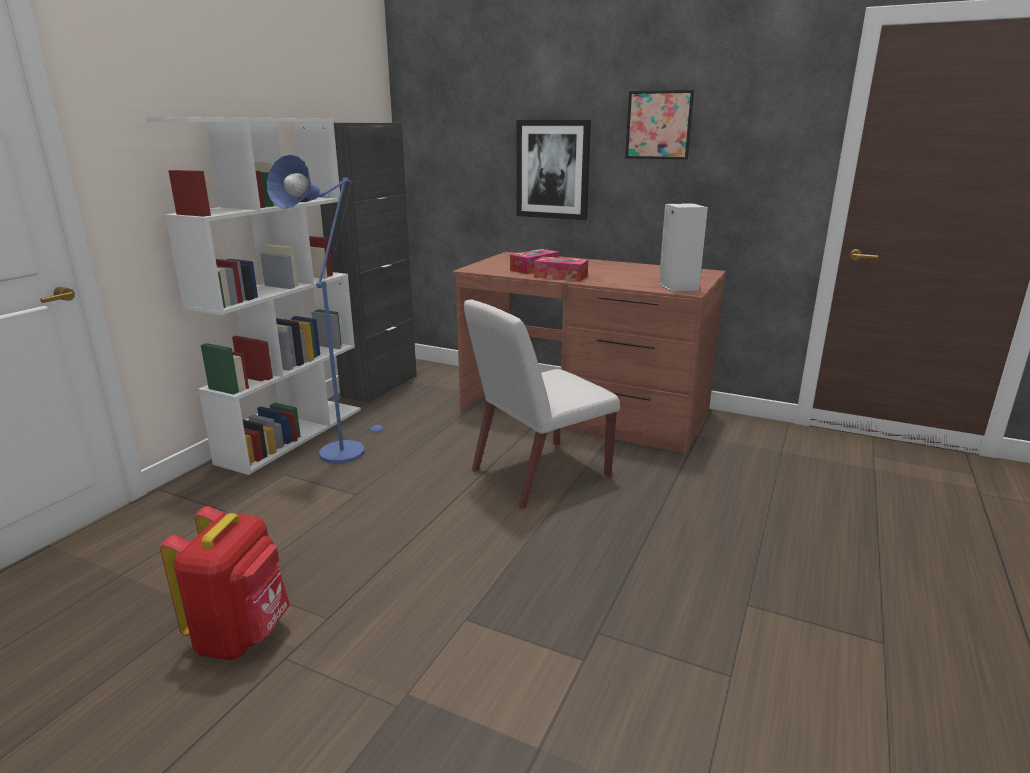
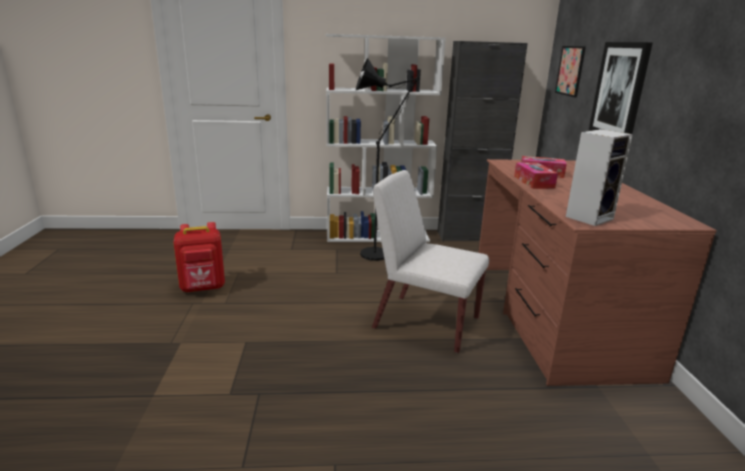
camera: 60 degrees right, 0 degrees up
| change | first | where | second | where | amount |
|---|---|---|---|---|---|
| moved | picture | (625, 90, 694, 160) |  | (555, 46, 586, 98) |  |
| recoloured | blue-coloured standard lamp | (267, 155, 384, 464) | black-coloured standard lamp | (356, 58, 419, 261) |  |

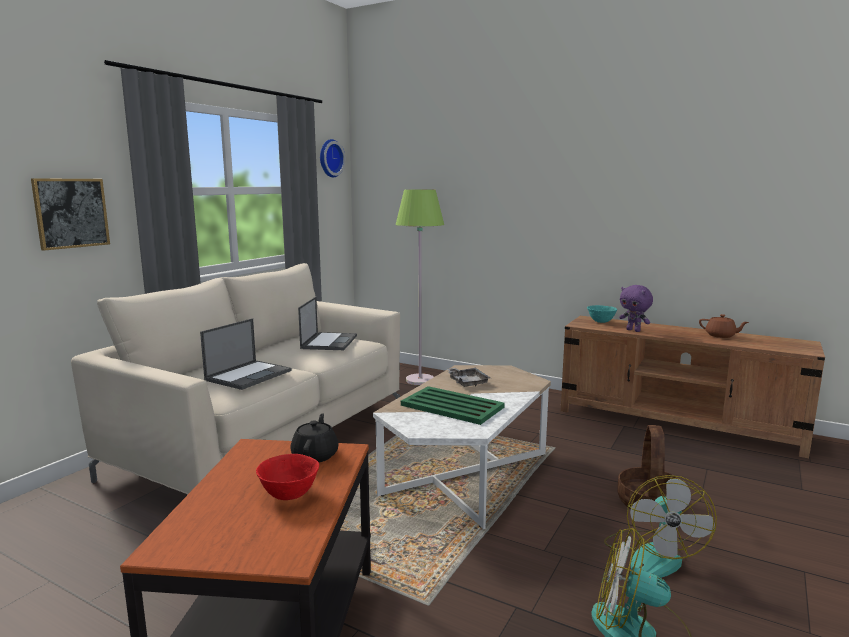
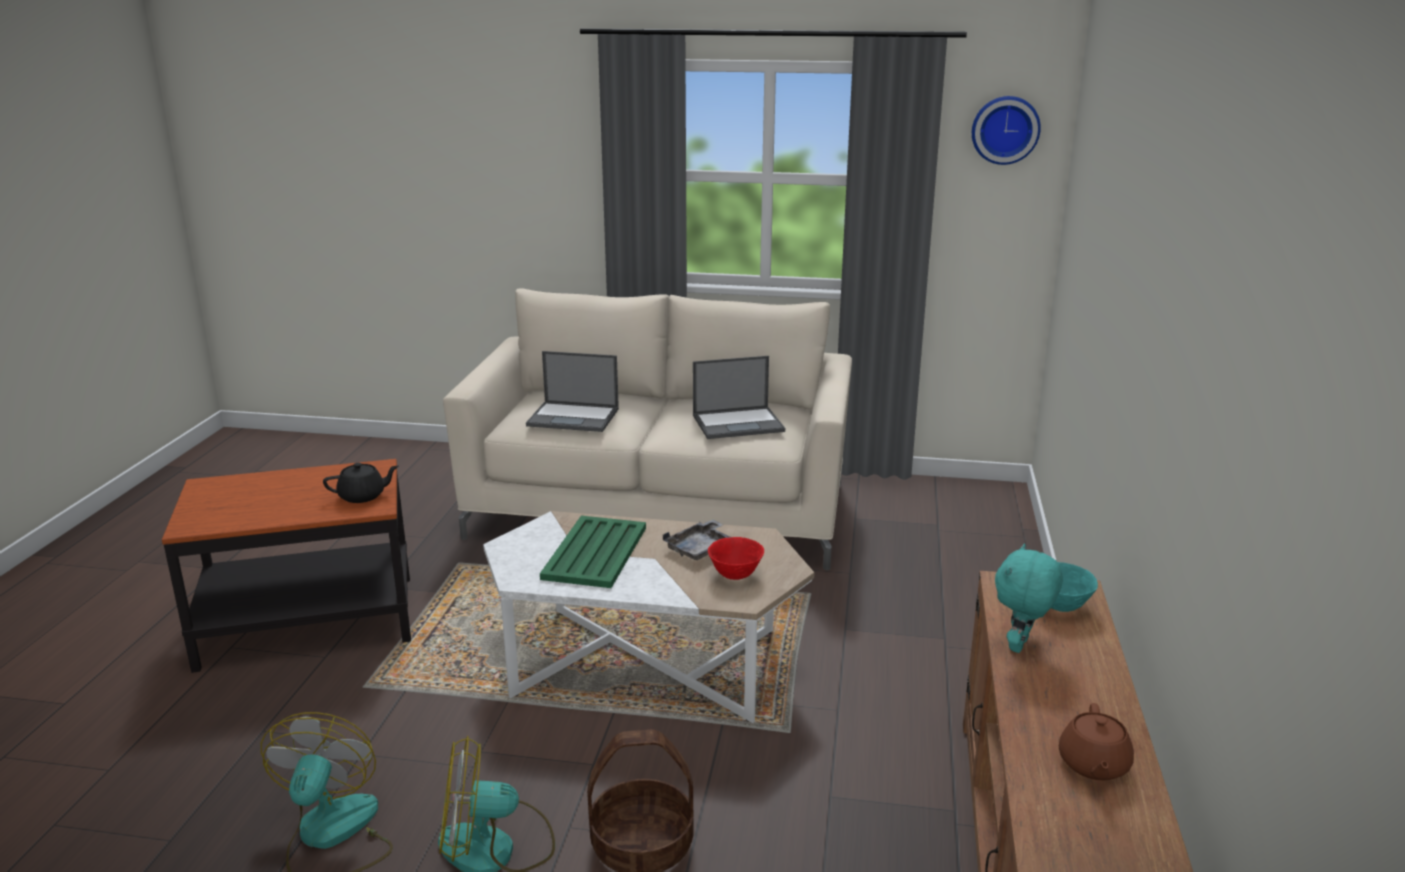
camera: 70 degrees right, 10 degrees up
| change | first | where | second | where | amount |
|---|---|---|---|---|---|
| removed | picture | (31, 178, 110, 251) |  |  |  |
| removed | green-coloured standard lamp | (396, 189, 444, 385) |  |  |  |
| moved | red bowl | (256, 454, 319, 500) |  | (708, 537, 764, 580) |  |
| recoloured | purple plush toy | (619, 285, 653, 332) | turquoise-coloured plush toy | (995, 544, 1063, 653) |  |

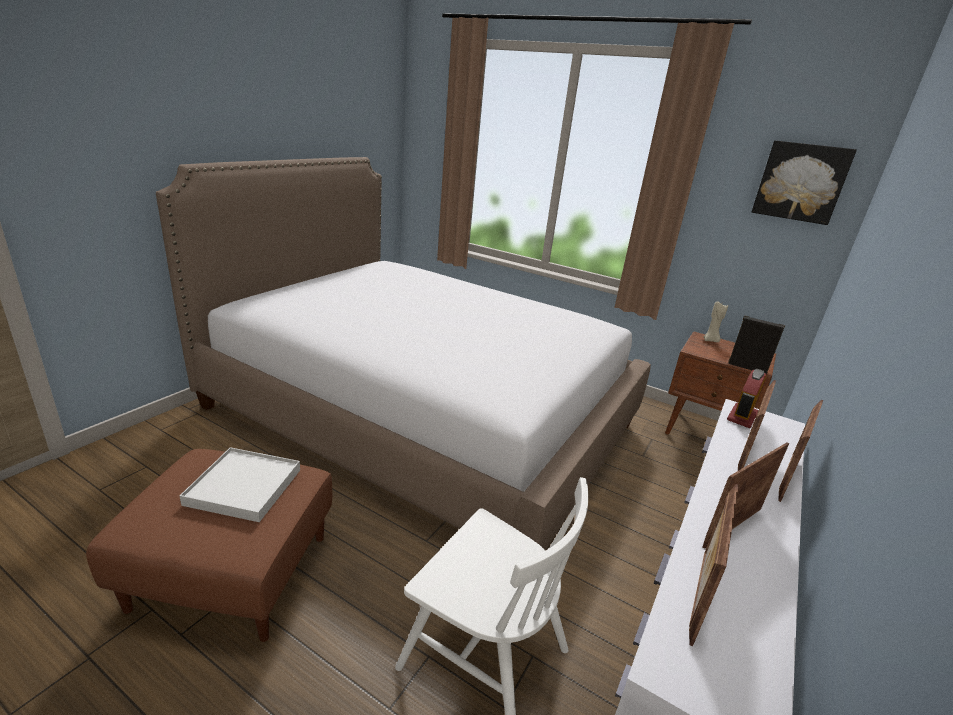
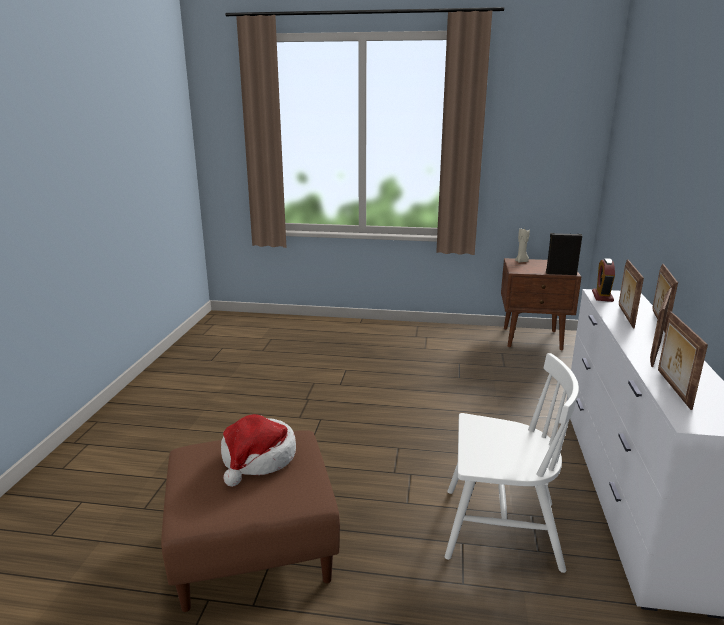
camera: 20 degrees left, 5 degrees down
| change | first | where | second | where | amount |
|---|---|---|---|---|---|
| removed | bedroom bed | (156, 157, 651, 550) |  |  |  |
| removed | picture | (752, 141, 857, 225) |  |  |  |
| replaced | white-coloured serving tray | (180, 447, 300, 522) | clothing hat | (221, 414, 296, 487) |  |

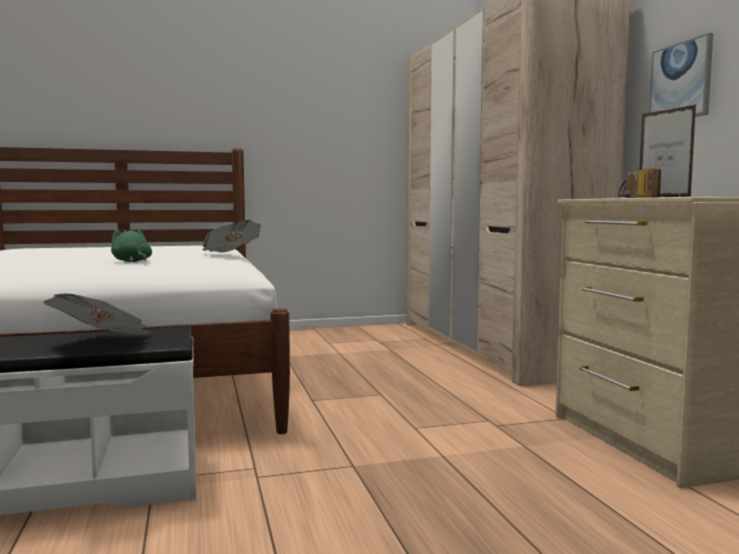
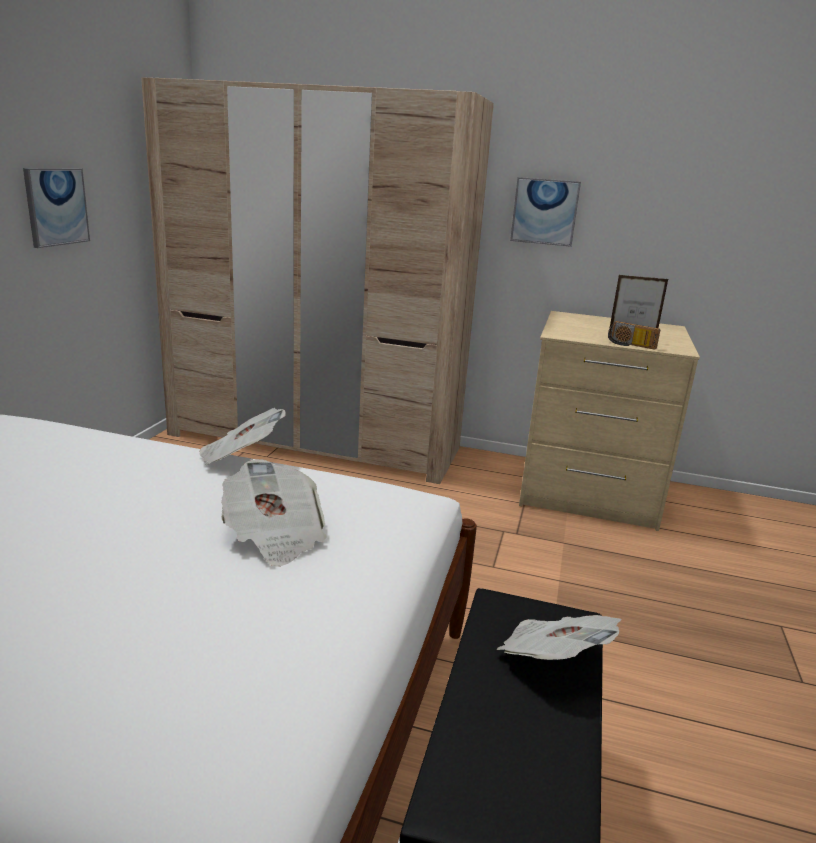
camera: 60 degrees left, 15 degrees up
| change | first | where | second | where | amount |
|---|---|---|---|---|---|
| added |  |  | picture | (23, 168, 90, 248) |  |
| replaced | green-coloured plush toy | (111, 228, 152, 262) | daily paper | (221, 459, 327, 567) |  |

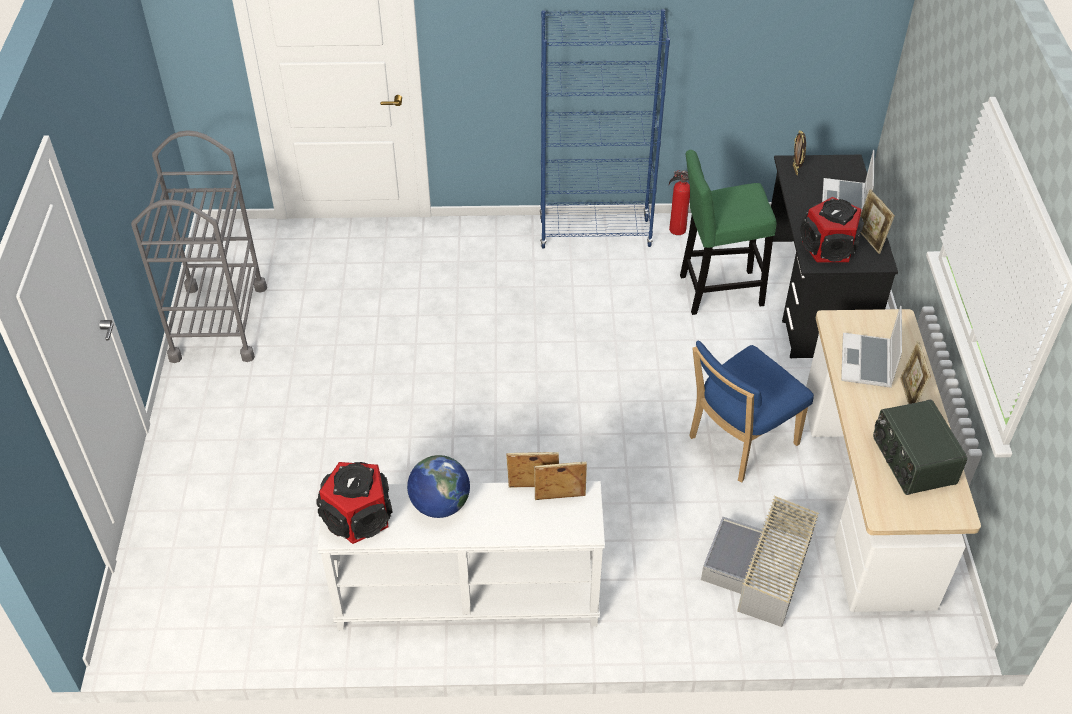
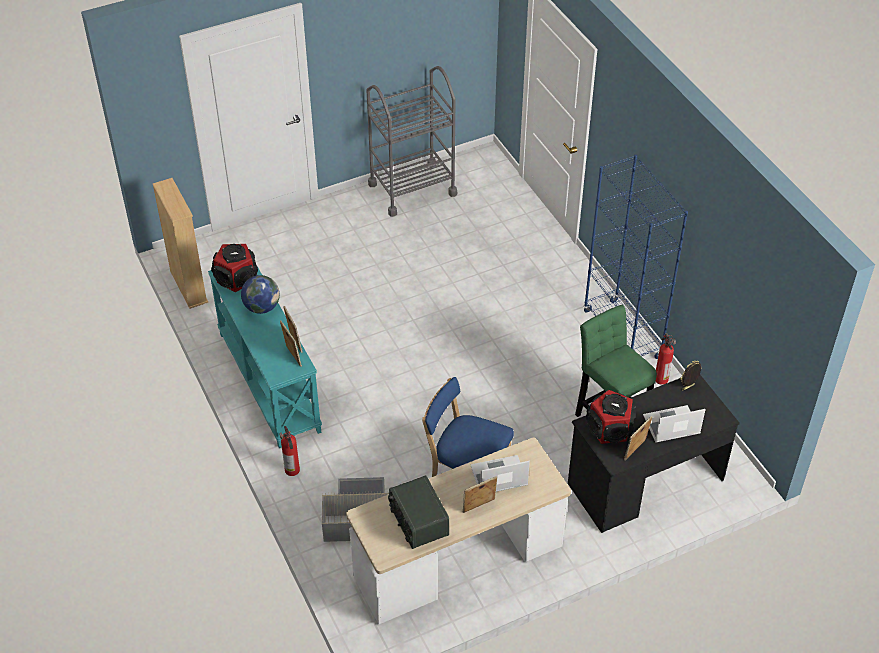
camera: 65 degrees right, 0 degrees up
| change | first | where | second | where | amount |
|---|---|---|---|---|---|
| added |  |  | beige bookshelf | (153, 178, 208, 309) |  |
| added |  |  | fire-fighting cylinder | (279, 426, 300, 476) |  |
| recoloured | white-coloured console table | (317, 481, 605, 631) | turquoise-coloured console table | (208, 266, 322, 448) |  |
| turned | radio | (873, 399, 967, 495) |  | (388, 475, 449, 549) | 75 degrees counterclockwise |

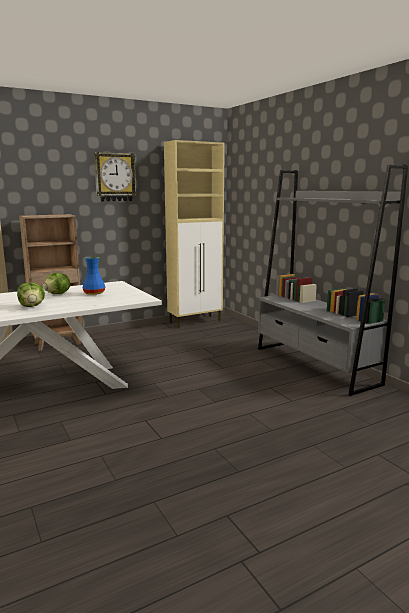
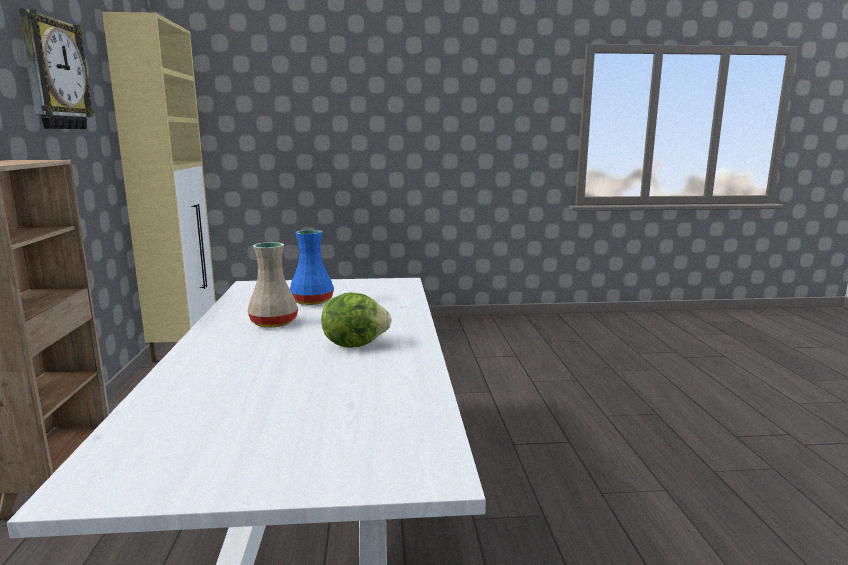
camera: 65 degrees left, 0 degrees up
| change | first | where | second | where | amount |
|---|---|---|---|---|---|
| removed | gray bookshelf | (258, 165, 408, 396) |  |  |  |
| replaced | lettuce | (42, 273, 70, 294) | beige flower vase | (248, 242, 298, 327) |  |

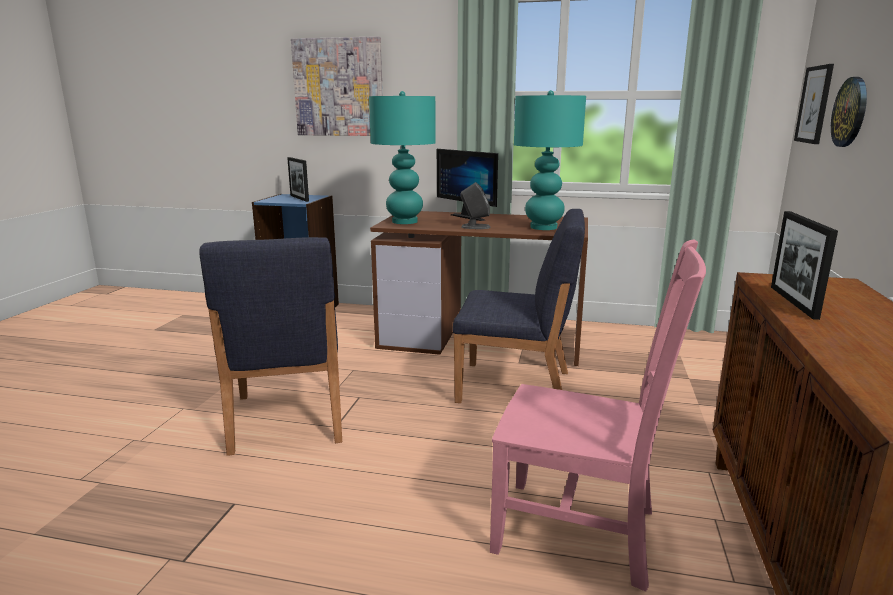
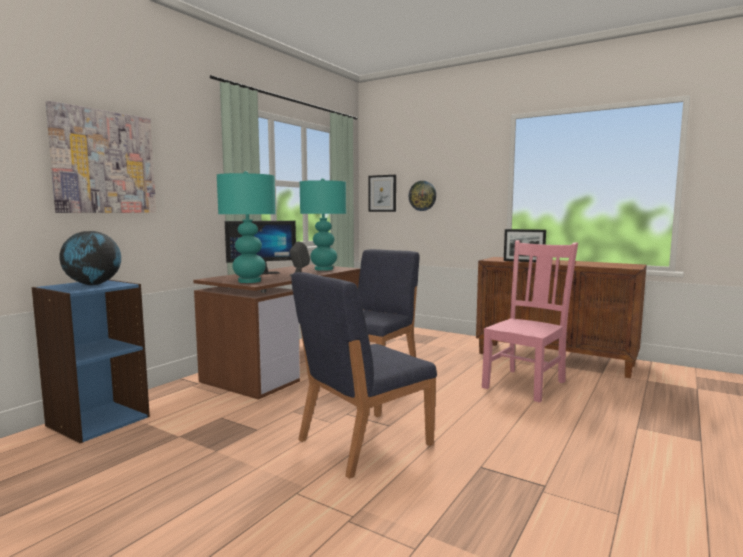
camera: 70 degrees left, 10 degrees down
| change | first | where | second | where | amount |
|---|---|---|---|---|---|
| replaced | photo frame | (287, 157, 309, 202) | globe | (59, 231, 121, 285) |  |
| turned | blue-coloured plain chair | (199, 237, 342, 456) |  | (291, 272, 437, 479) | 135 degrees clockwise |

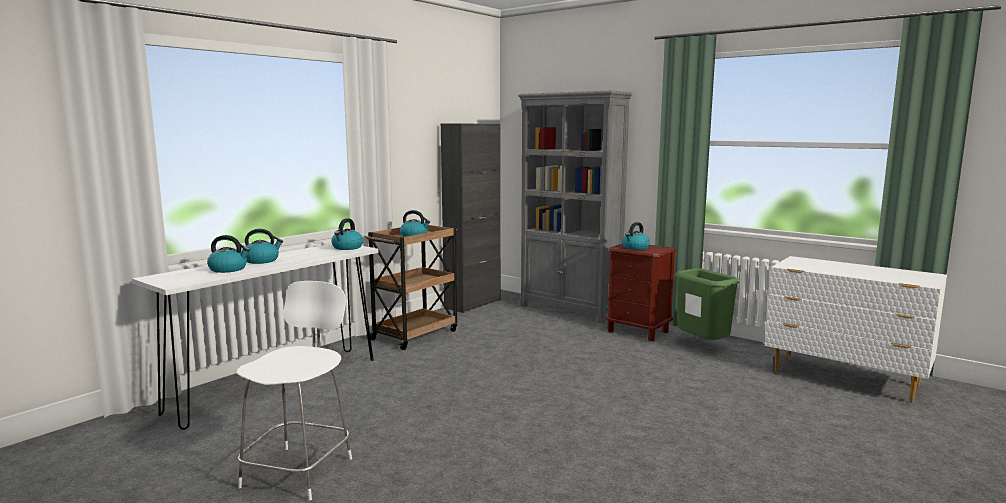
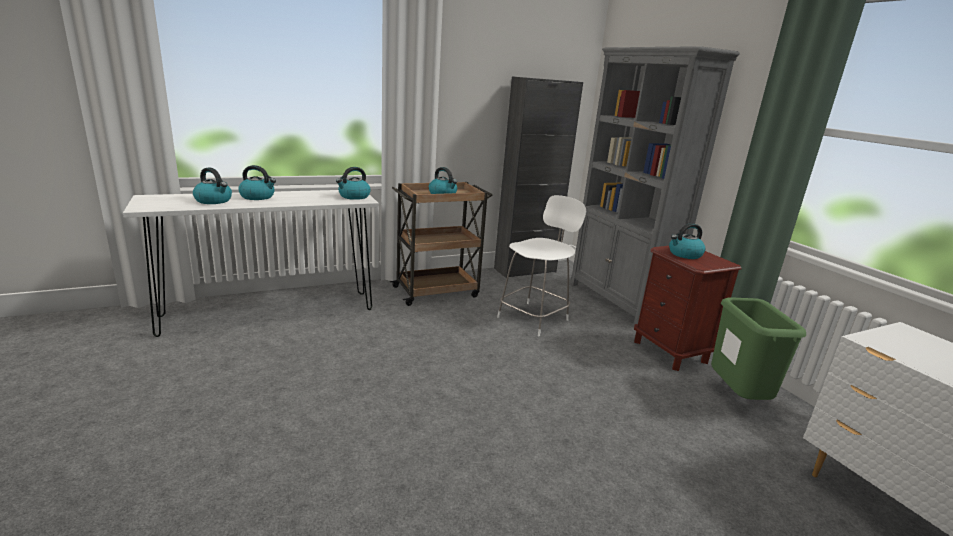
camera: 25 degrees right, 10 degrees up
| change | first | where | second | where | amount |
|---|---|---|---|---|---|
| moved | white-coloured plain chair | (236, 281, 352, 501) |  | (497, 195, 586, 336) |  |

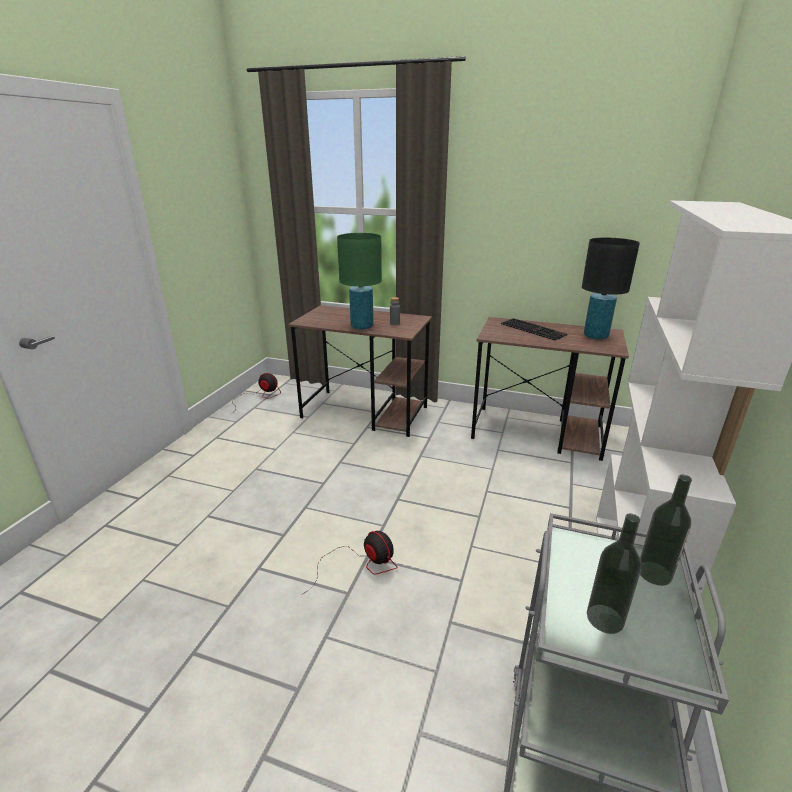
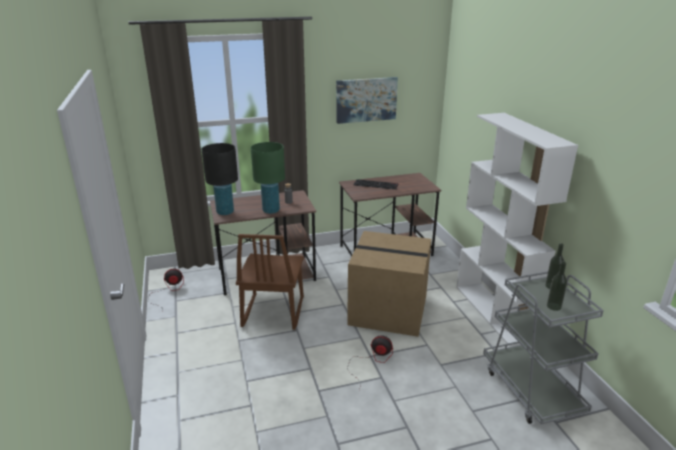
camera: 35 degrees left, 0 degrees up
| change | first | where | second | where | amount |
|---|---|---|---|---|---|
| added |  |  | brown plain chair | (236, 234, 304, 330) |  |
| added |  |  | picture | (336, 77, 398, 124) |  |
| added |  |  | carton | (347, 231, 431, 337) |  |
| moved | black-coloured tabletop lamp | (582, 238, 640, 340) |  | (202, 143, 238, 215) |  |

